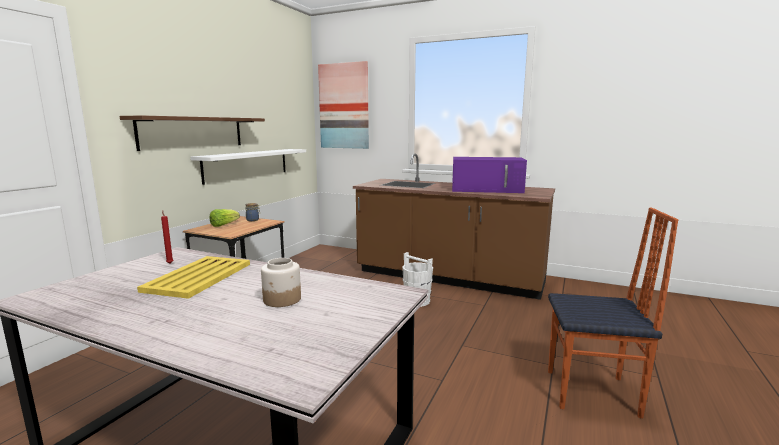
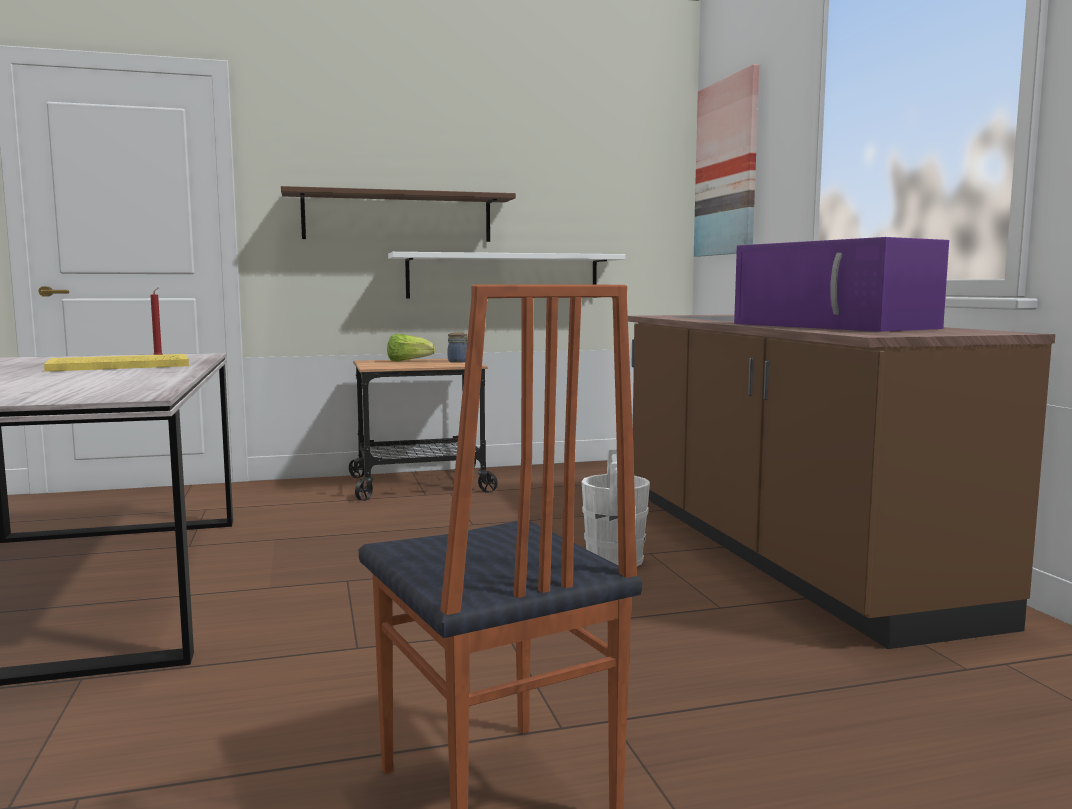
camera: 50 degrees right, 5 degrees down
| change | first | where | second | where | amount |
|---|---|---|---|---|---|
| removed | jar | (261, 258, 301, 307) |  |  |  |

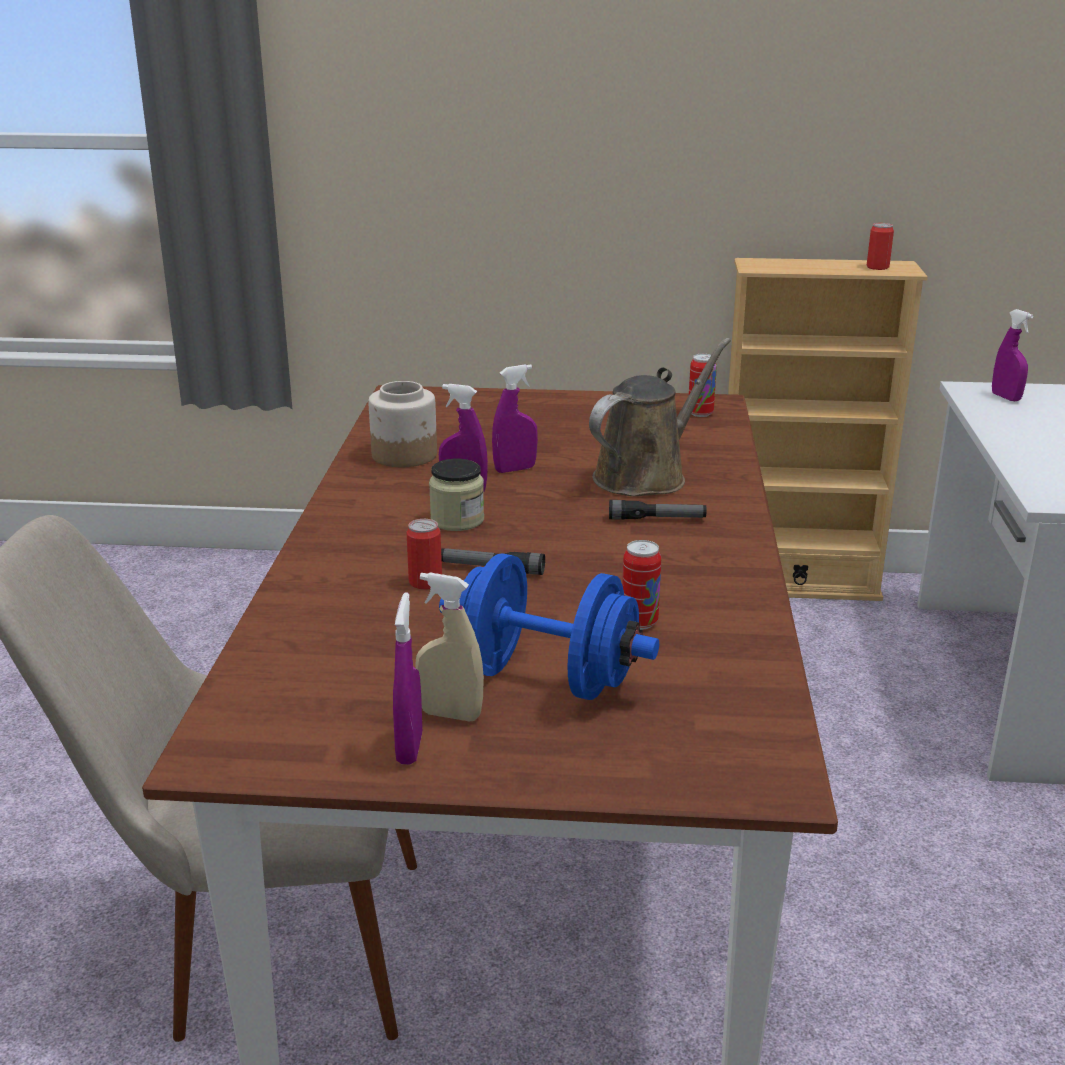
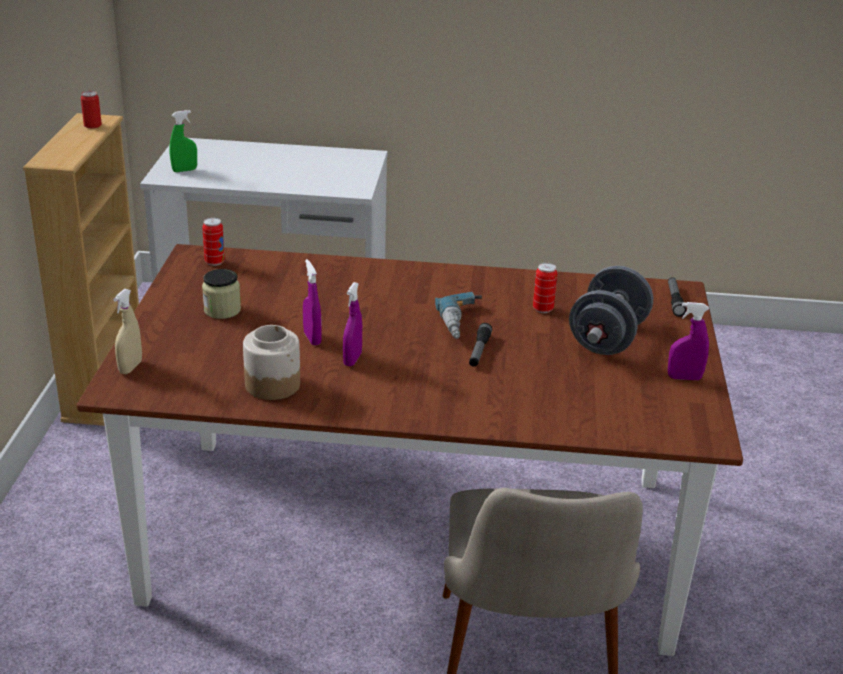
camera: 90 degrees left, 5 degrees up
| change | first | where | second | where | amount |
|---|---|---|---|---|---|
| removed | sealed can | (406, 519, 442, 589) |  |  |  |
| removed | brown watering can | (589, 338, 731, 496) |  |  |  |
| added |  |  | power drill | (435, 292, 482, 339) |  |
| moved | beige spray bottle | (415, 573, 484, 721) |  | (113, 289, 142, 374) |  |
| moved | jar | (429, 459, 484, 531) |  | (202, 269, 241, 319) |  |
| moved | hand torch | (609, 500, 706, 520) |  | (668, 277, 686, 317) |  |
| recoloured | blue-coloured free weight | (439, 553, 659, 700) | gray free weight | (569, 266, 653, 355) |  |
| recoloured | purple spray bottle | (992, 309, 1033, 401) | green-coloured spray bottle | (170, 110, 197, 172) |  |

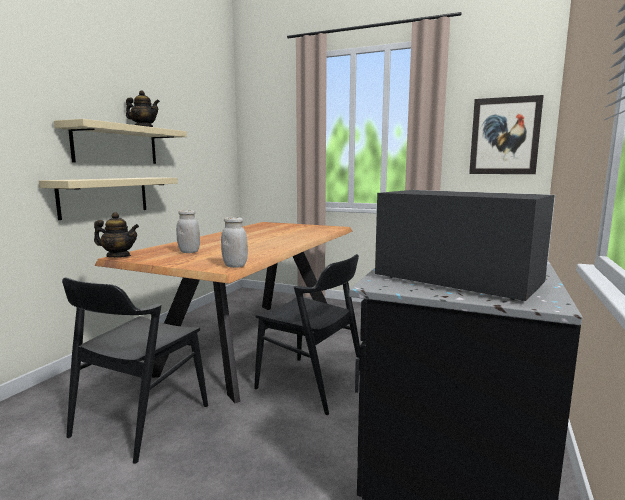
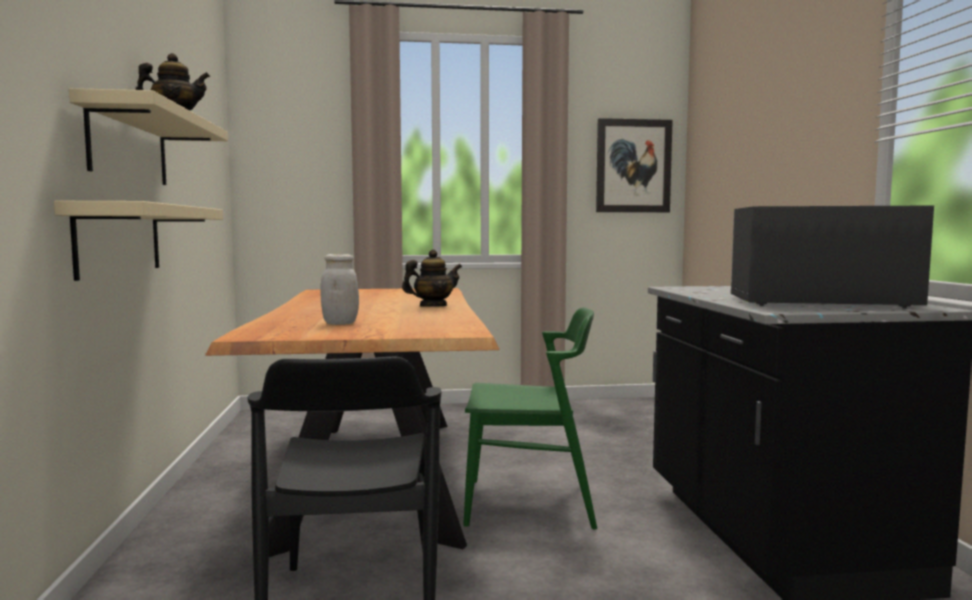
camera: 30 degrees left, 5 degrees down
| change | first | where | second | where | amount |
|---|---|---|---|---|---|
| removed | white-coloured jar | (221, 217, 248, 268) |  |  |  |
| moved | teapot | (94, 212, 139, 258) |  | (402, 250, 462, 307) |  |
| recoloured | black-coloured plain chair | (254, 254, 360, 415) | green-coloured plain chair | (463, 307, 597, 530) |  |

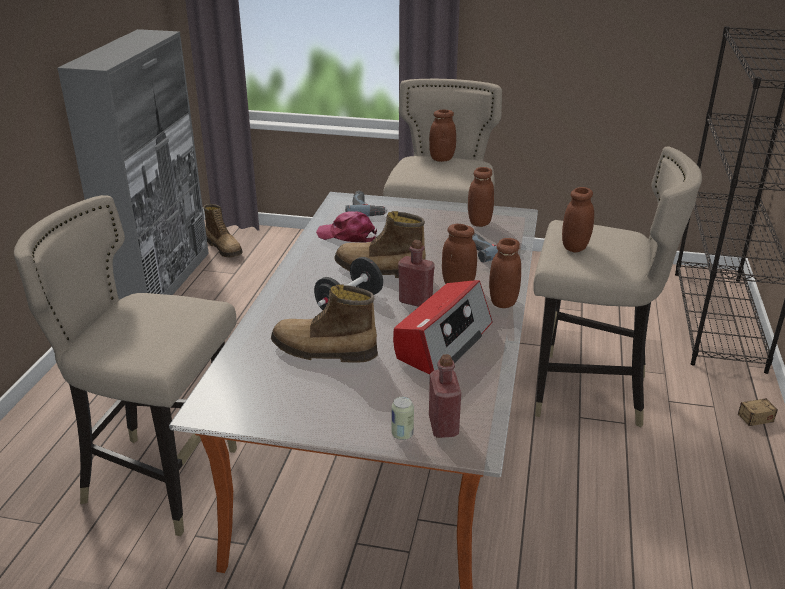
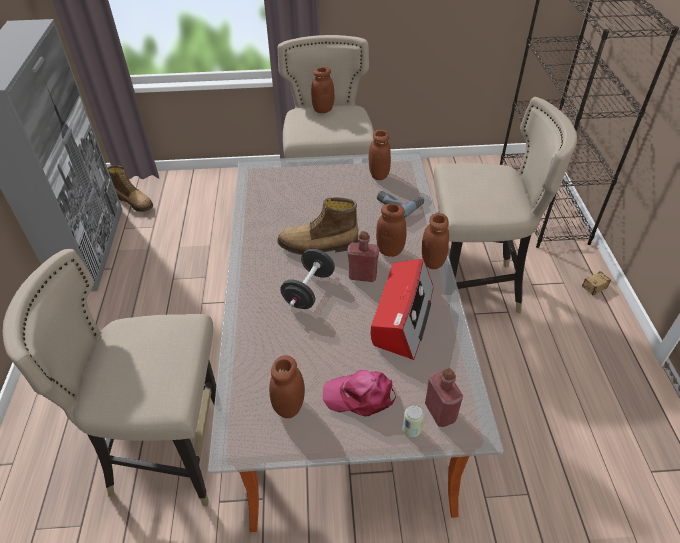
camera: 15 degrees left, 15 degrees up
| change | first | where | second | where | amount |
|---|---|---|---|---|---|
| removed | tall boot | (271, 284, 378, 363) |  |  |  |
| removed | power drill | (345, 191, 387, 216) |  |  |  |
| moved | pink cap | (316, 211, 377, 243) |  | (323, 370, 396, 416) |  |
| moved | brown jar | (562, 187, 594, 252) |  | (269, 355, 305, 418) |  |

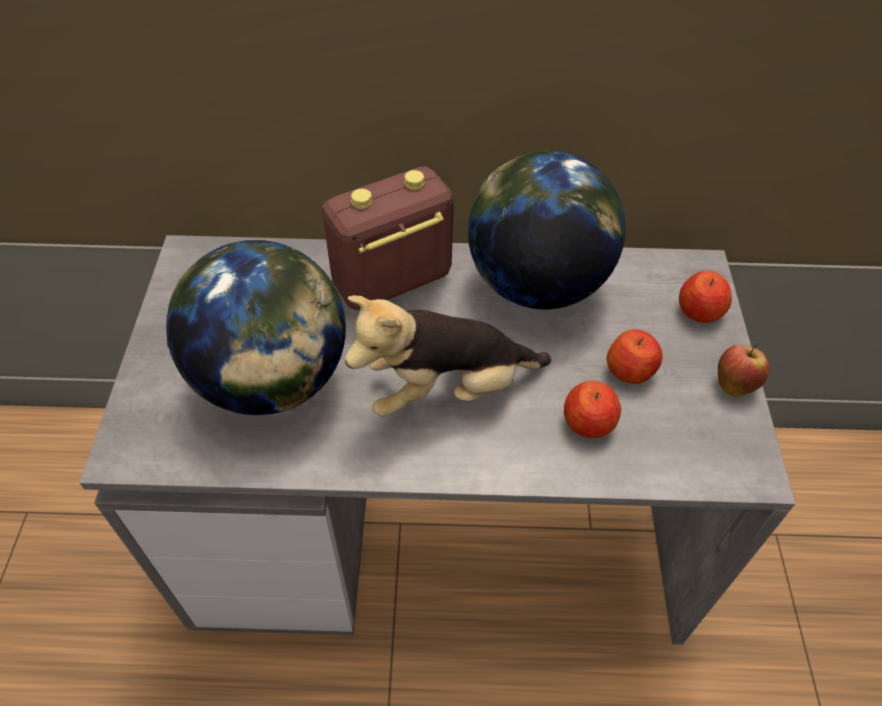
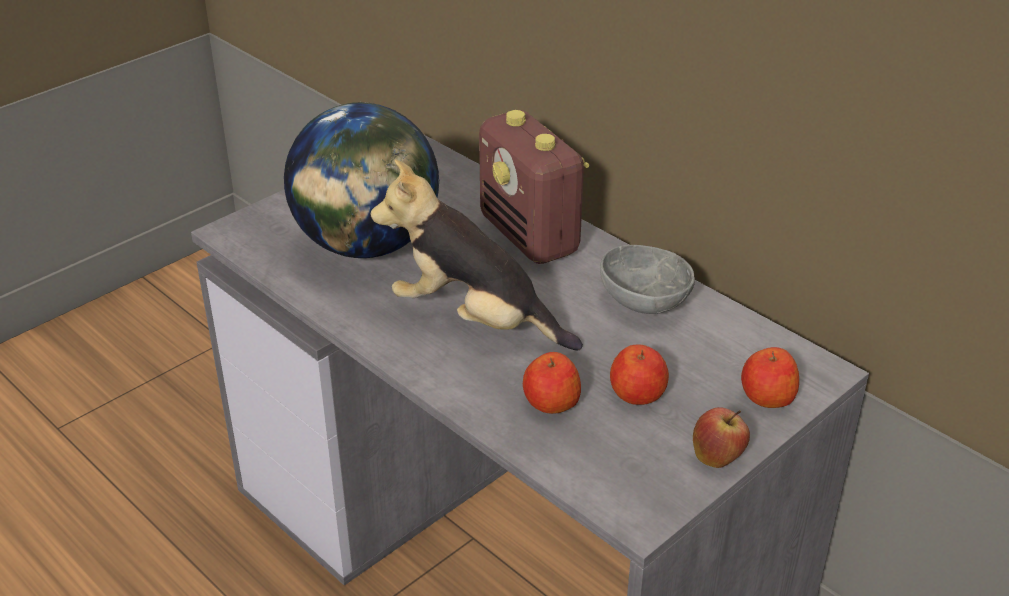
camera: 45 degrees right, 15 degrees down
| change | first | where | second | where | amount |
|---|---|---|---|---|---|
| replaced | globe | (468, 151, 625, 309) | gray bowl | (600, 245, 695, 314) |  |
| turned | radio | (322, 166, 454, 310) |  | (479, 110, 589, 264) | 135 degrees counterclockwise |

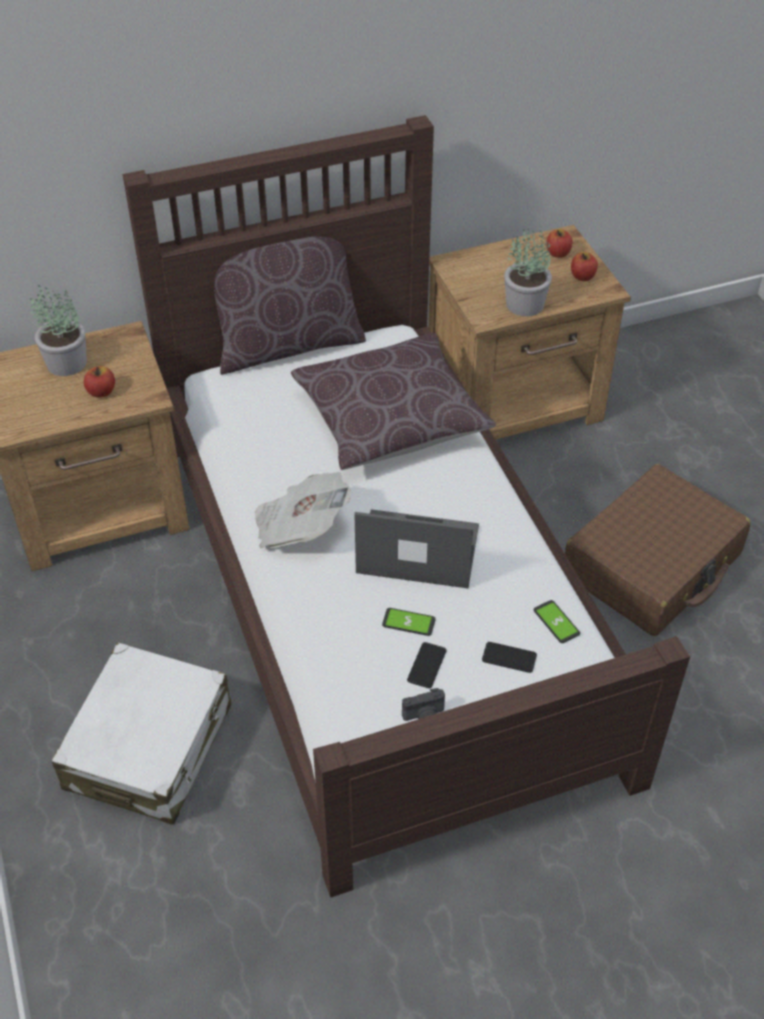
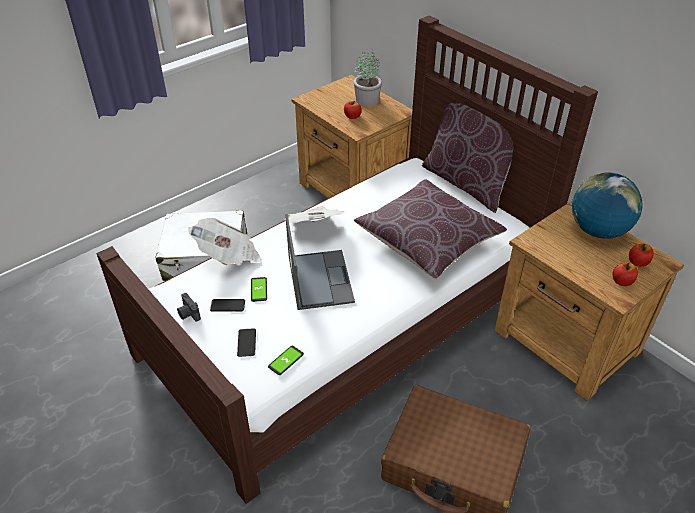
camera: 70 degrees right, 5 degrees down
| change | first | where | second | where | amount |
|---|---|---|---|---|---|
| removed | plant in a pot | (504, 226, 552, 316) |  |  |  |
| added |  |  | daily paper | (188, 218, 262, 266) |  |
| added |  |  | globe | (572, 172, 642, 239) |  |

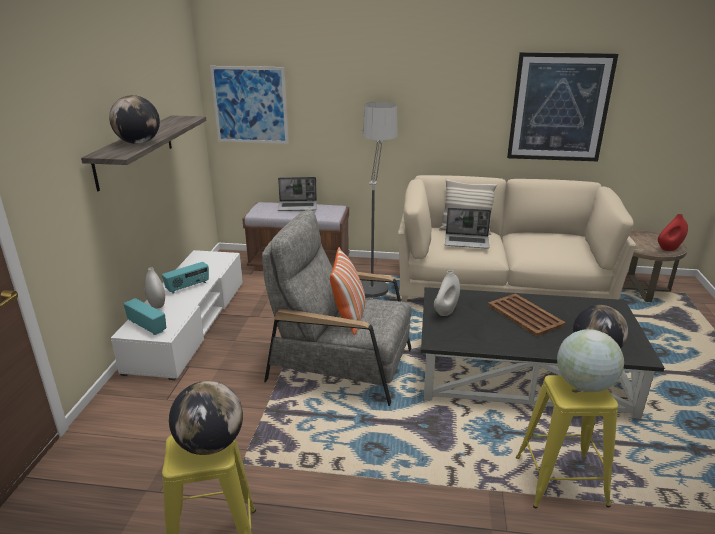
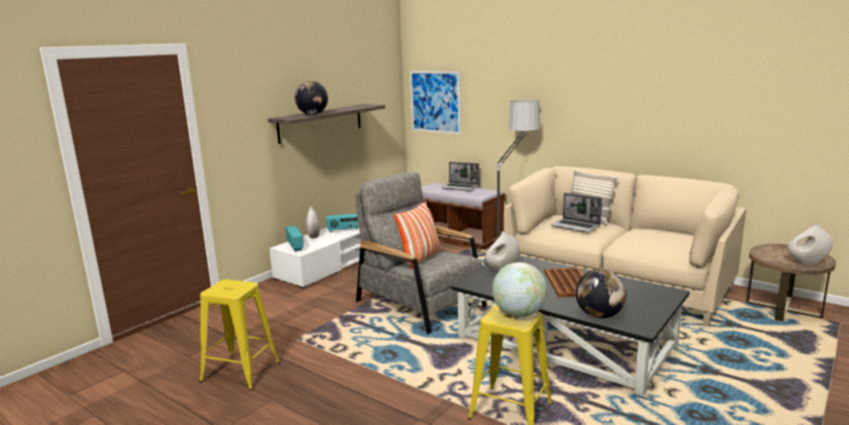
camera: 30 degrees right, 10 degrees down
| change | first | where | second | where | amount |
|---|---|---|---|---|---|
| removed | globe | (169, 381, 243, 455) |  |  |  |
| removed | picture | (507, 52, 618, 161) |  |  |  |
| recoloured | red flower vase | (658, 214, 688, 251) | white-coloured flower vase | (787, 224, 833, 265) |  |

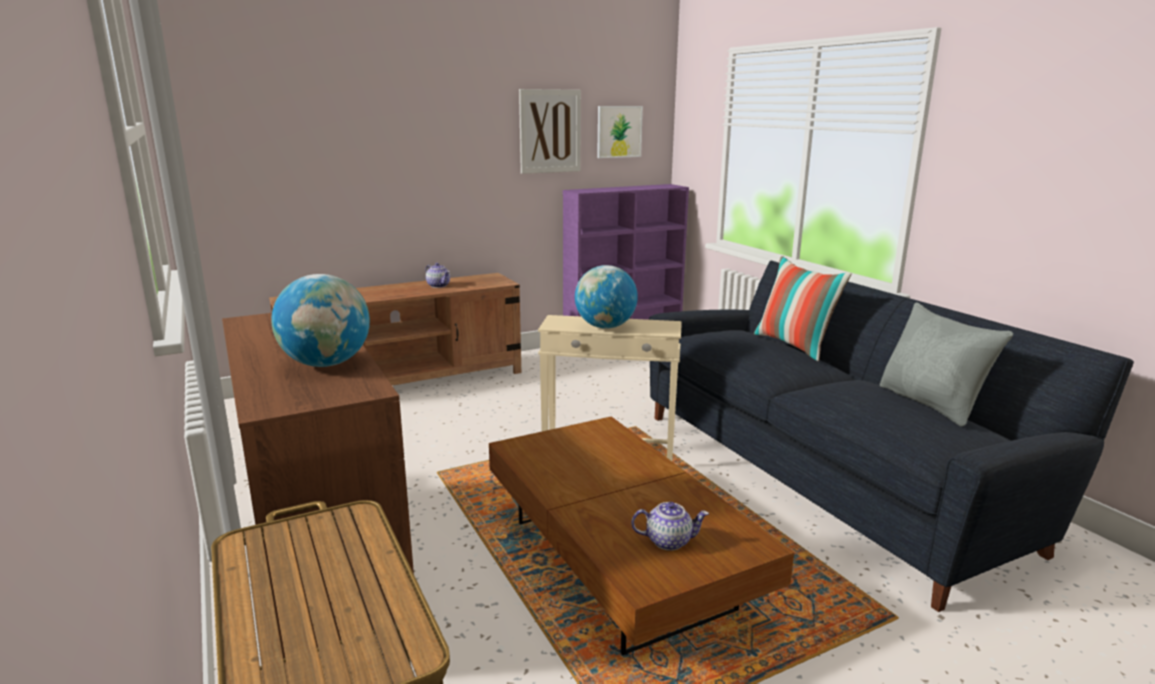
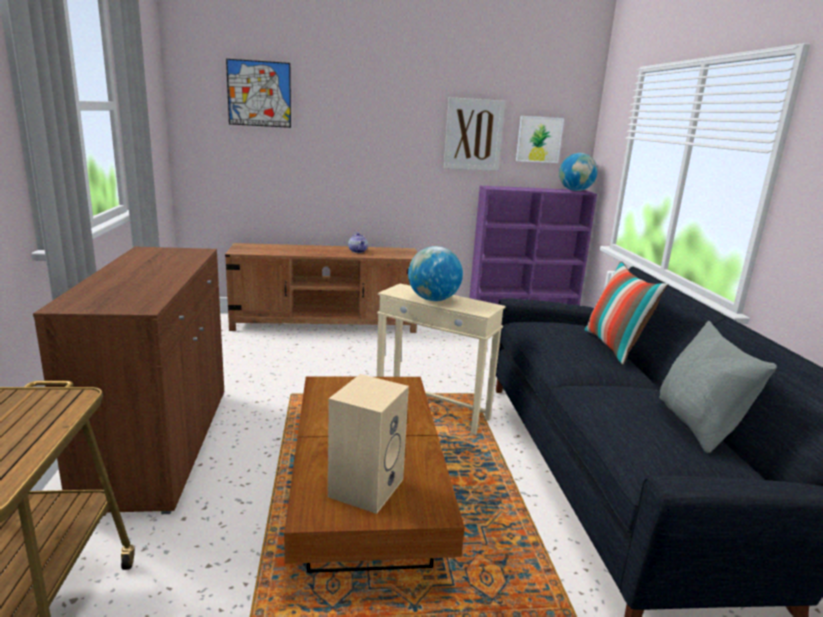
camera: 20 degrees right, 0 degrees up
| change | first | where | second | where | amount |
|---|---|---|---|---|---|
| added |  |  | picture | (226, 59, 291, 128) |  |
| moved | globe | (271, 274, 370, 367) |  | (559, 153, 598, 191) |  |
| replaced | teapot | (631, 502, 709, 551) | beige speaker | (328, 374, 409, 514) |  |

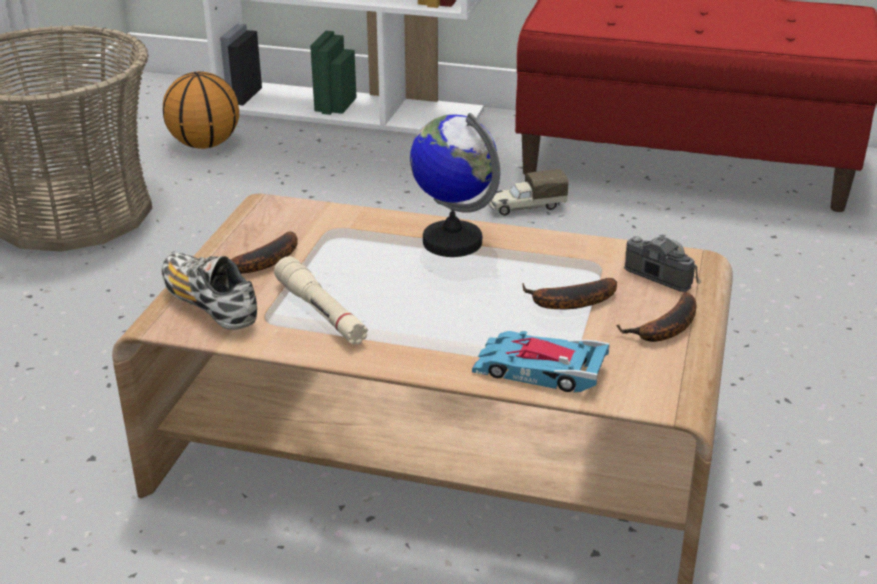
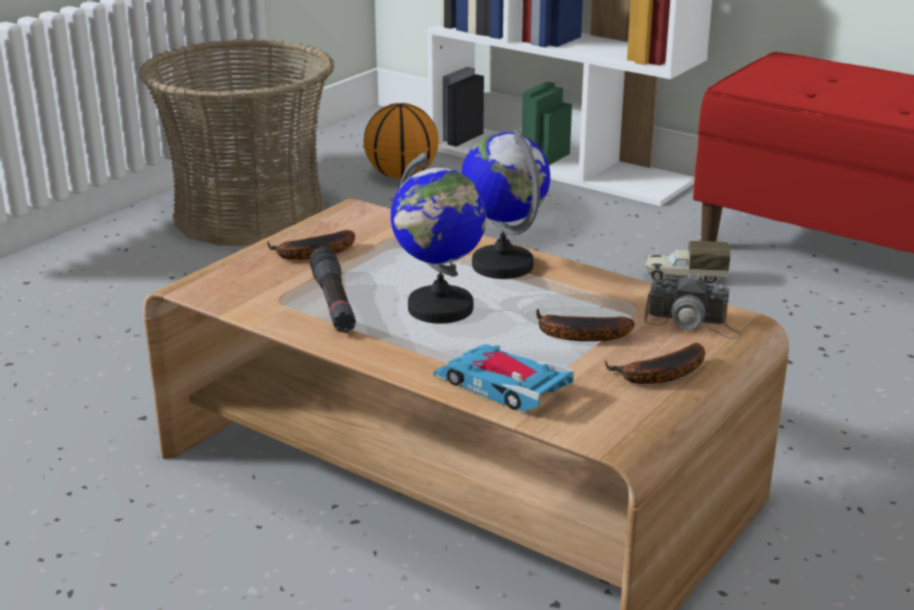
camera: 20 degrees right, 5 degrees down
| change | first | where | second | where | amount |
|---|---|---|---|---|---|
| removed | low shoe | (162, 253, 257, 330) |  |  |  |
| added |  |  | globe | (391, 152, 487, 324) |  |
| recoloured | beige hand torch | (274, 256, 368, 345) | black-coloured hand torch | (309, 247, 356, 333) |  |
| turned | still camera | (624, 236, 702, 292) |  | (644, 273, 742, 339) | 135 degrees clockwise |

